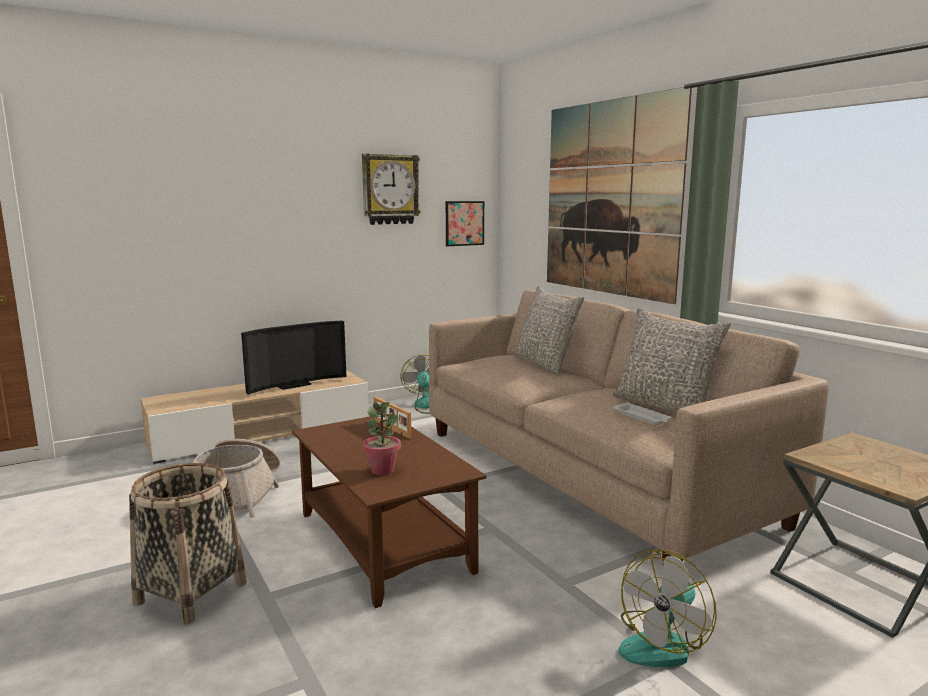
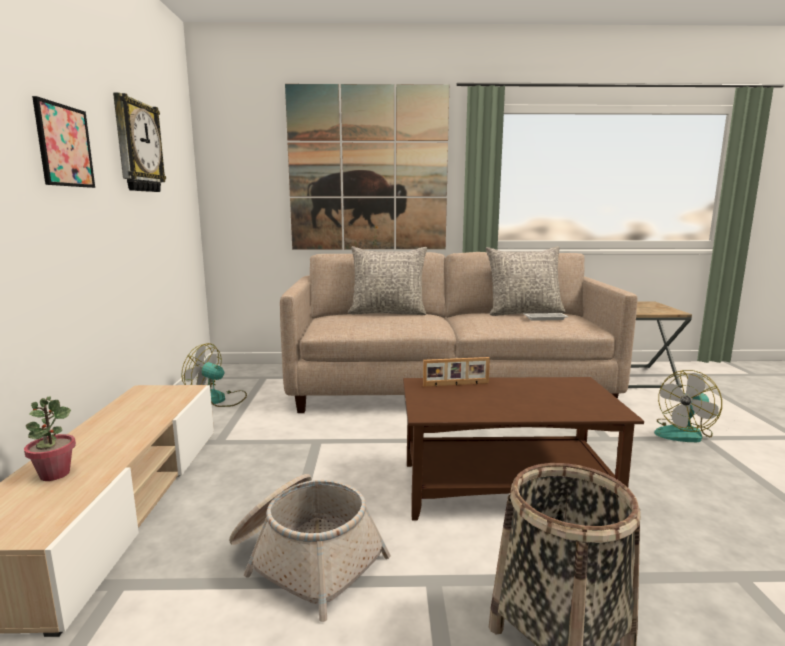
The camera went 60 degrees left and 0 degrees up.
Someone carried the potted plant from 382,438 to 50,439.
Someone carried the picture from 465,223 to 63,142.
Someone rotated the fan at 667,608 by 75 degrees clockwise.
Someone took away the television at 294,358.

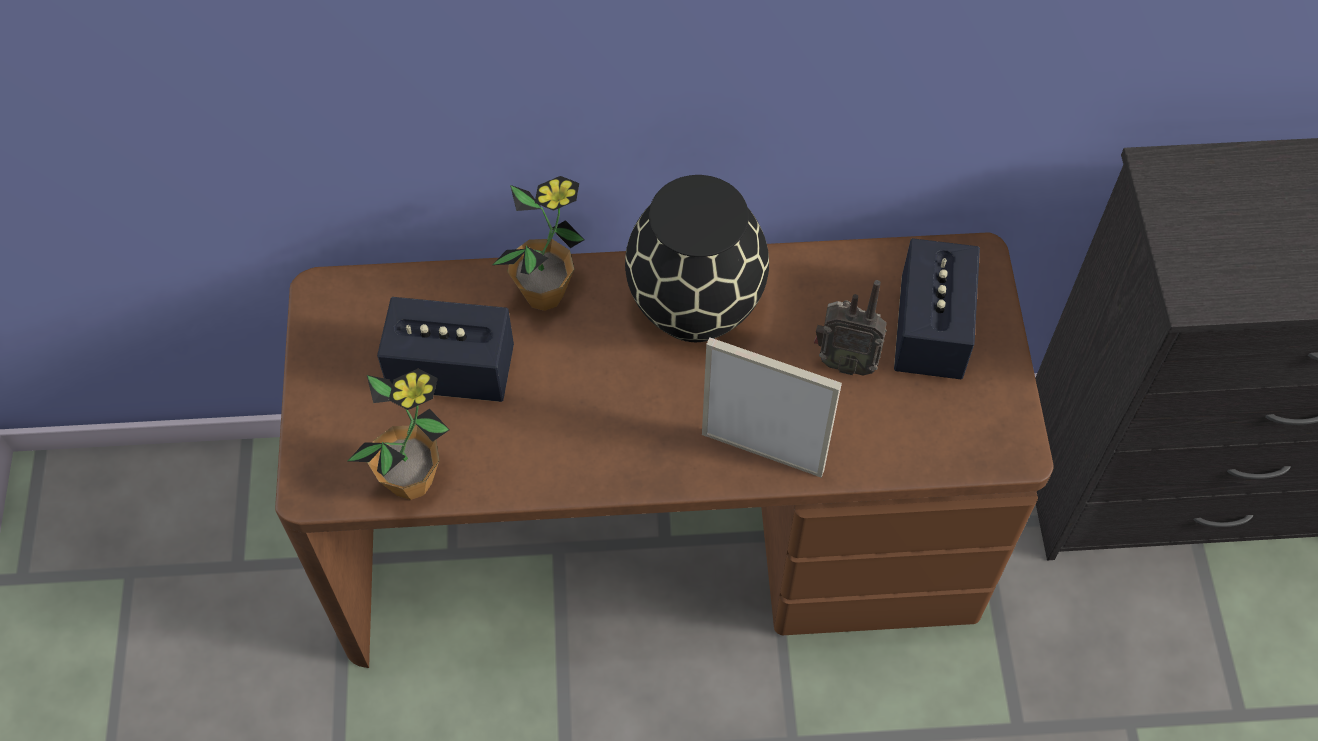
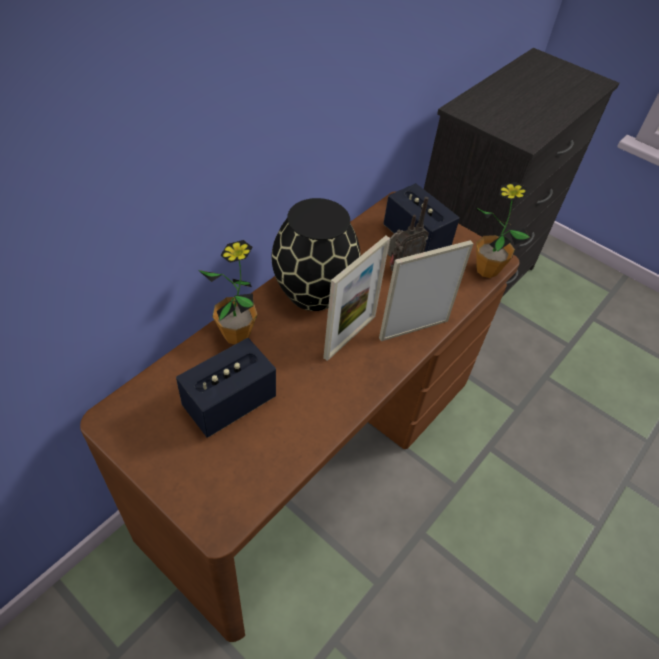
The camera went 50 degrees left and 10 degrees down.
Someone put down the picture frame at 356,298.
Someone carried the potted plant from 399,434 to 503,230.

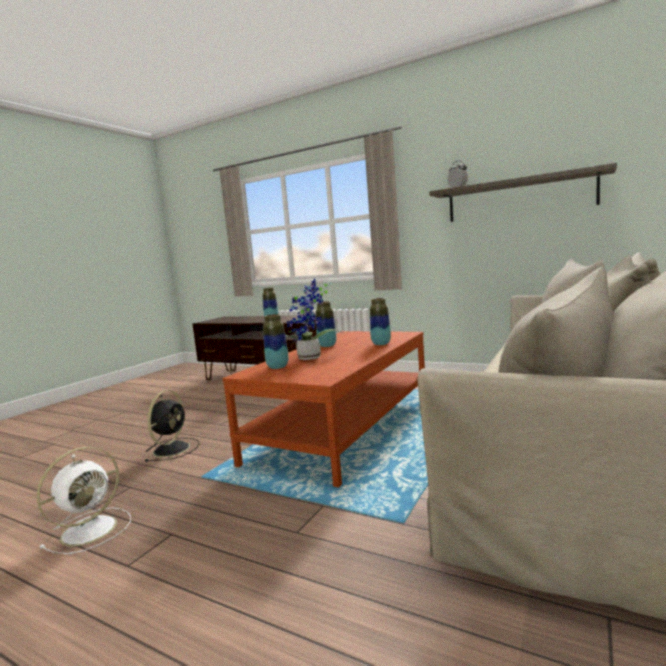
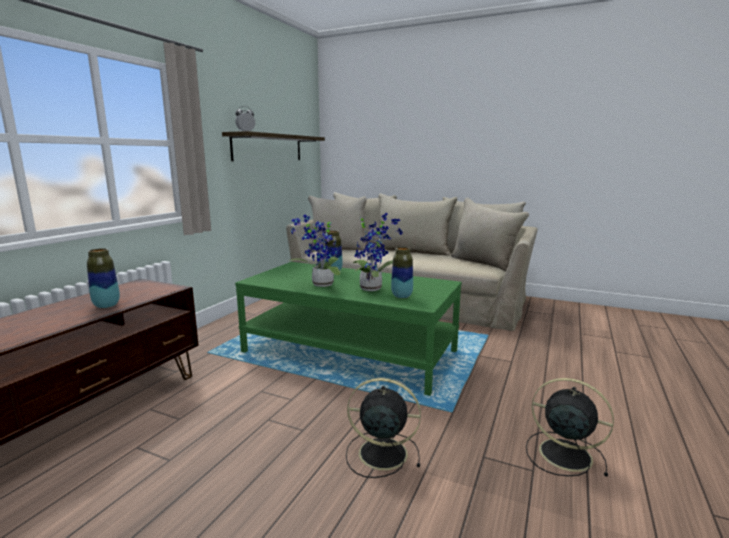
The camera went 95 degrees left and 5 degrees up.
Someone repainted the coffee table (brown) at 324,409, which became the coffee table (green) at 348,329.
Someone swapped the vase at 326,324 for the potted plant at 314,250.
Someone repainted the fan (white) at 84,500, which became the fan (black) at 570,427.

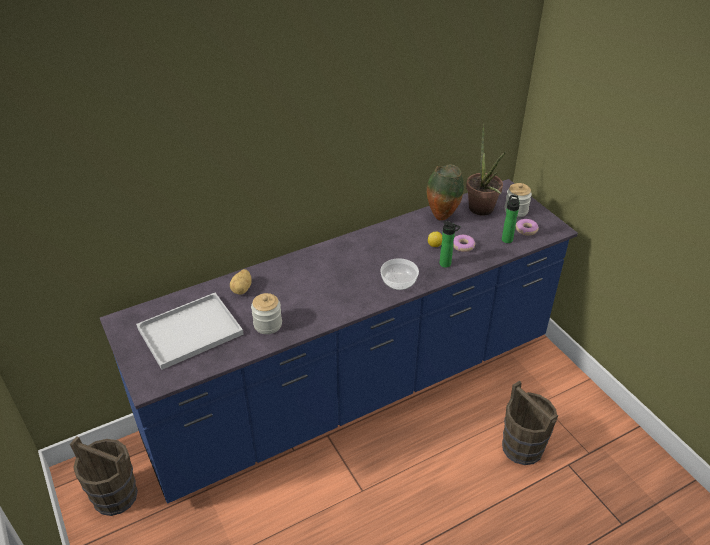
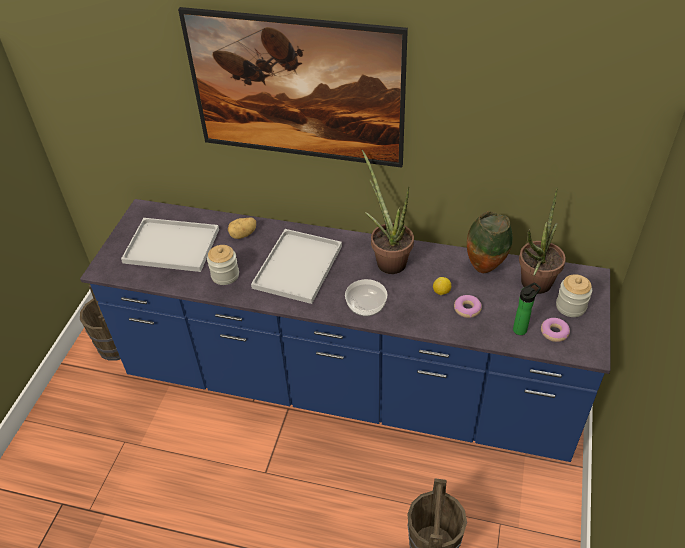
The camera went 45 degrees right and 5 degrees up.
Someone put up the picture at 293,87.
Someone put down the tray (white) at 296,266.
Someone put down the potted plant at 388,212.
Someone took away the bottle at 450,244.

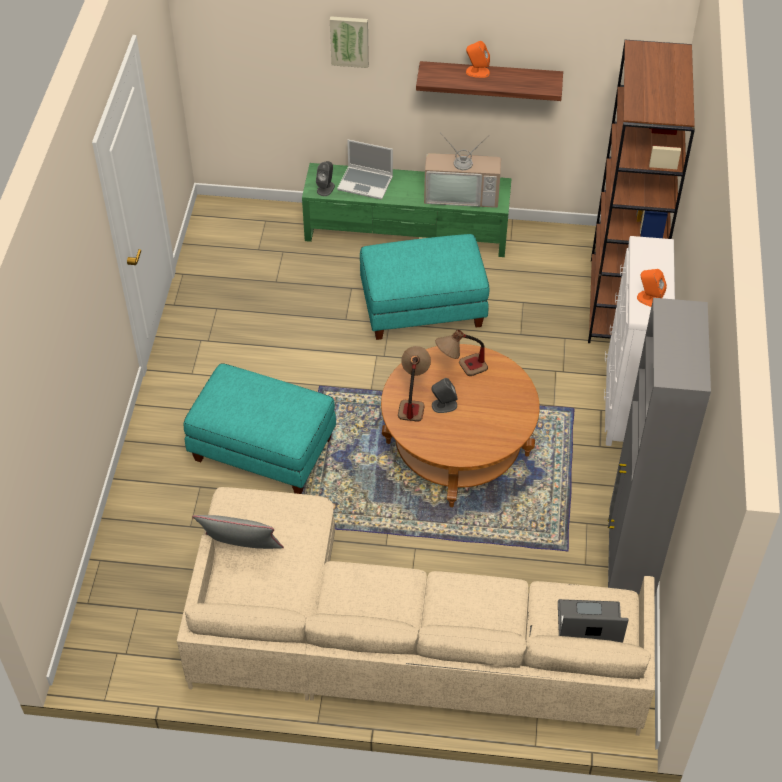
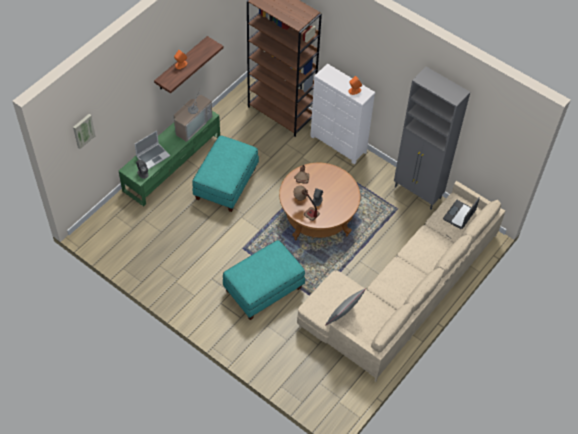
The camera went 60 degrees left and 5 degrees up.
Someone carried the picture from 349,42 to 84,131.

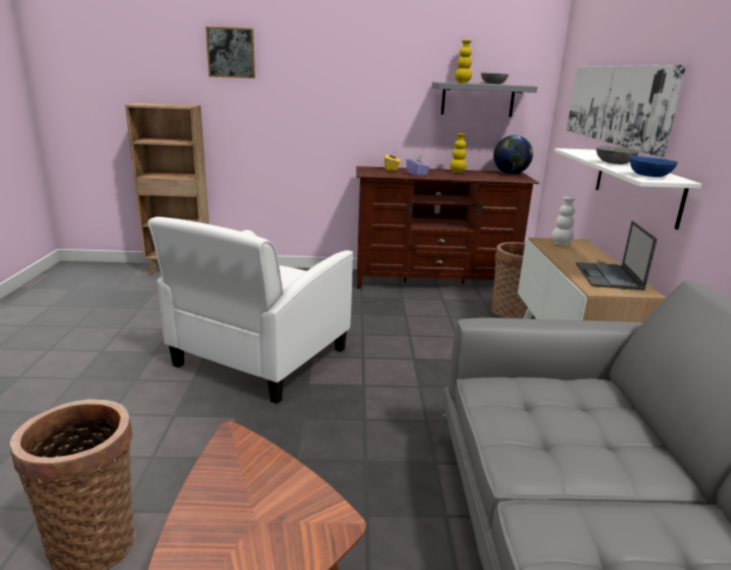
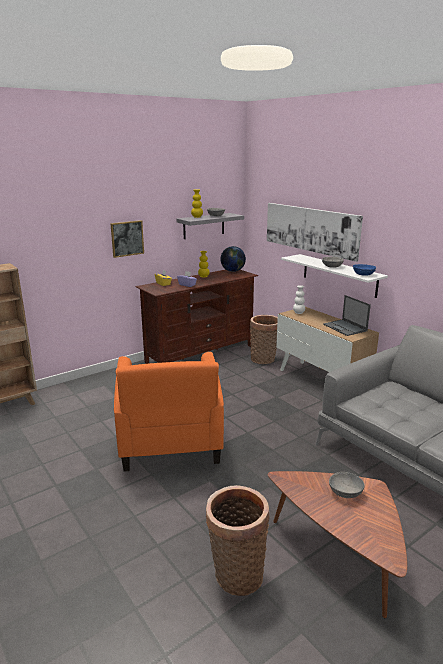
The camera went 35 degrees left and 0 degrees up.
Someone carried the picture from 230,52 to 127,239.
Someone repainted the armchair (white) at 250,310, which became the armchair (orange) at 169,412.
Someone put down the bowl (grey) at 347,485.

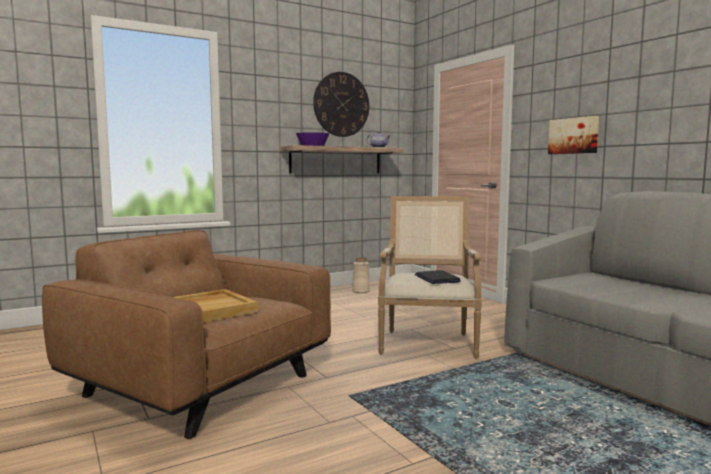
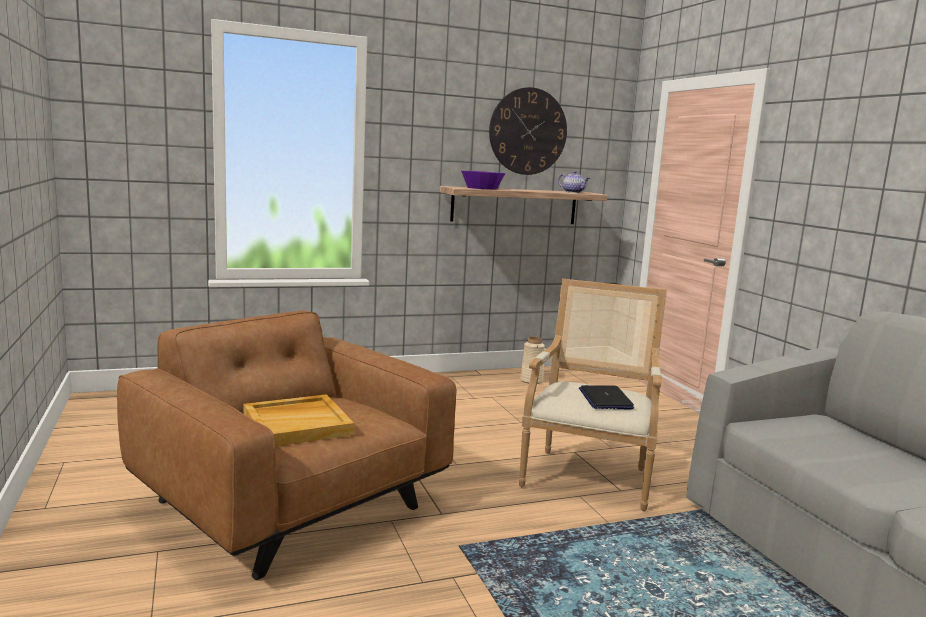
The camera went 10 degrees right and 5 degrees up.
Someone took away the picture at 573,135.

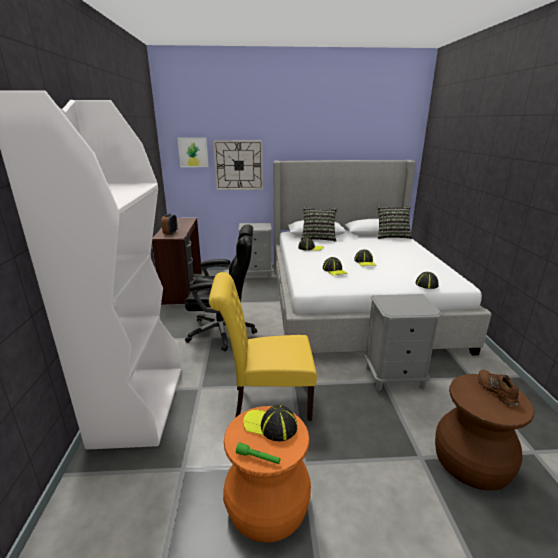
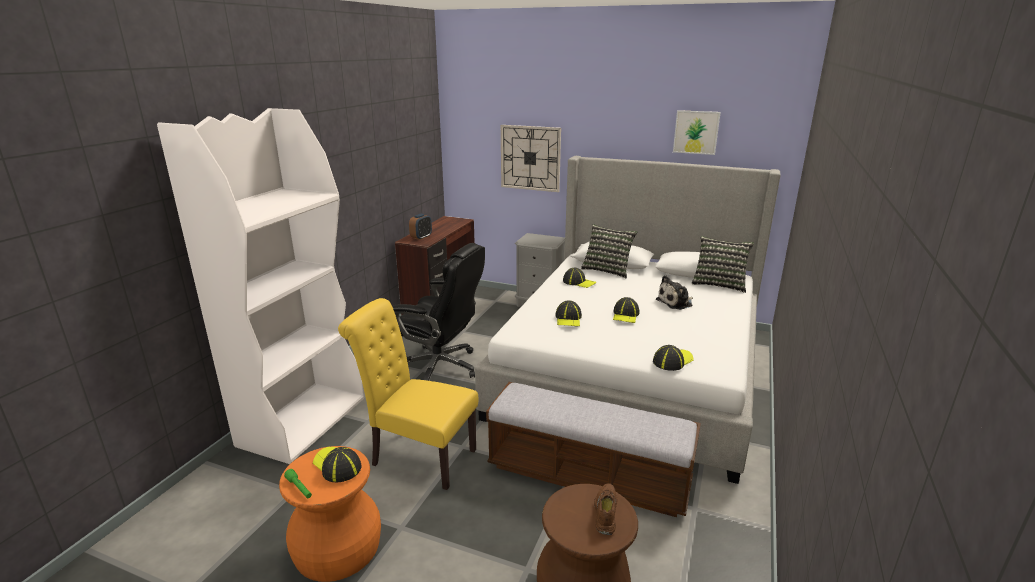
The camera went 25 degrees right and 0 degrees up.
Someone swapped the nightstand (grey) at 403,342 for the bench at 593,449.
Someone put down the plush toy at 674,292.
Someone carried the picture from 193,152 to 697,132.

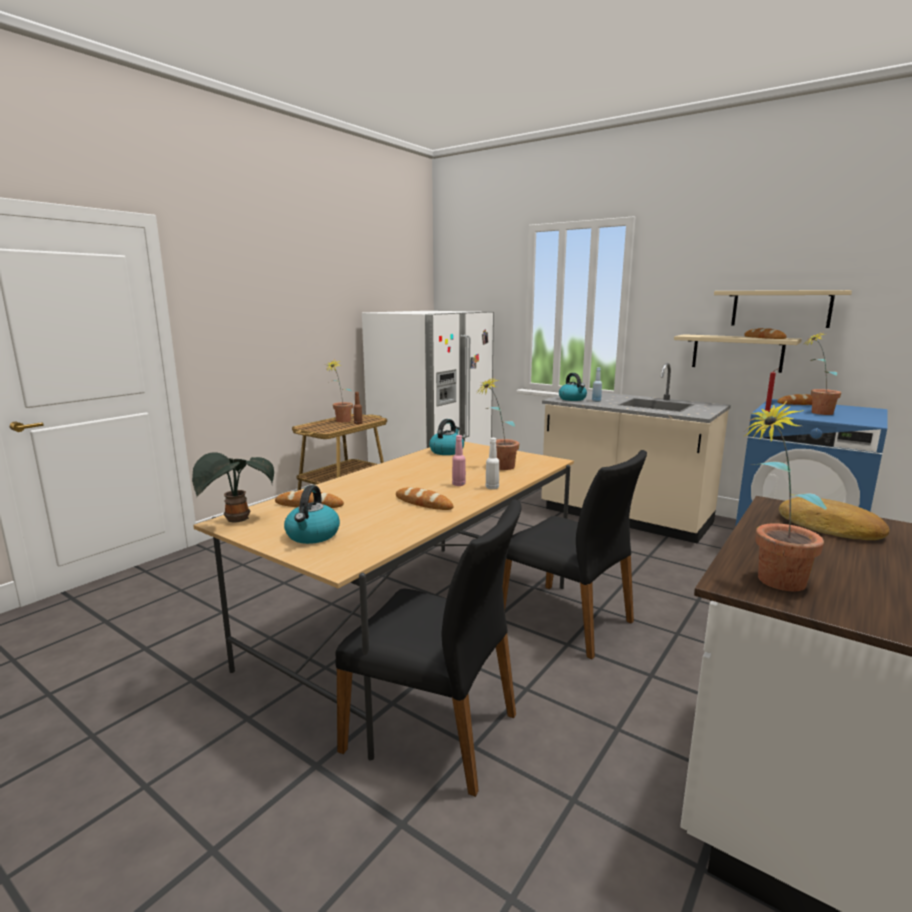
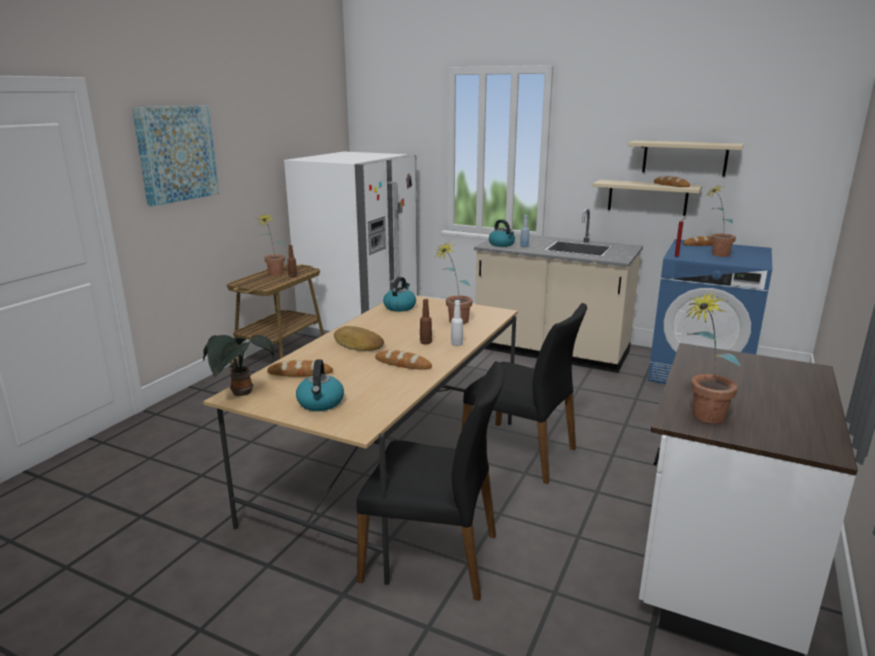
The camera went 10 degrees left and 5 degrees up.
Someone put up the picture at 175,155.
Someone carried the bread from 834,518 to 359,338.
Someone repainted the bottle (pink) at 459,460, which became the bottle (brown) at 426,321.

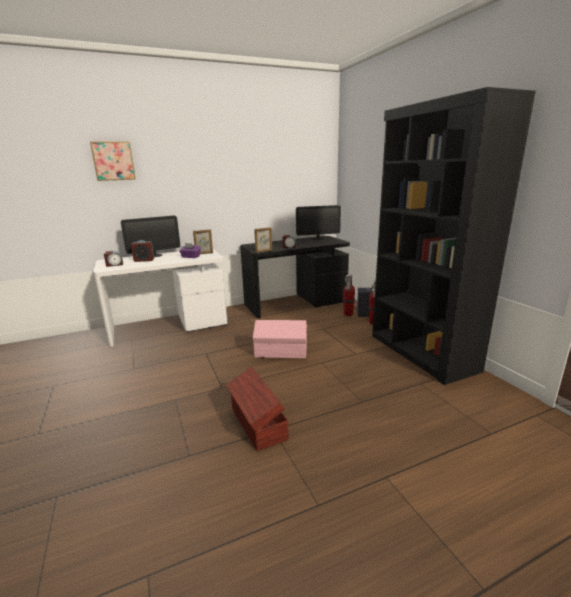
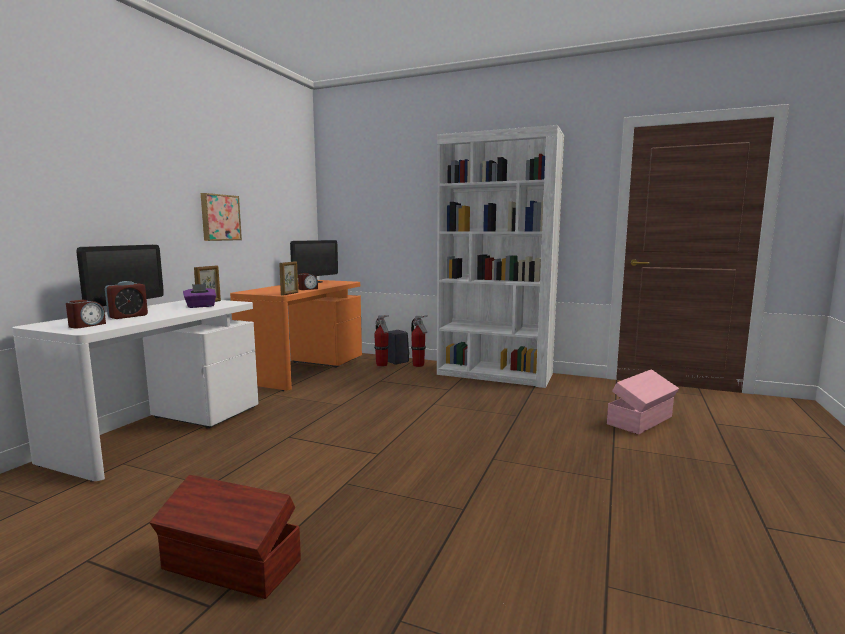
The camera went 45 degrees left and 10 degrees down.
Someone carried the storage box (brown) from 257,409 to 225,537.
Someone carried the picture from 113,161 to 221,217.
Someone repainted the desk (black) at 295,277, which became the desk (orange) at 296,335.
Someone repainted the bookcase (black) at 454,236, which became the bookcase (white) at 500,256.
Someone carried the storage box (pink) from 280,339 to 643,402.

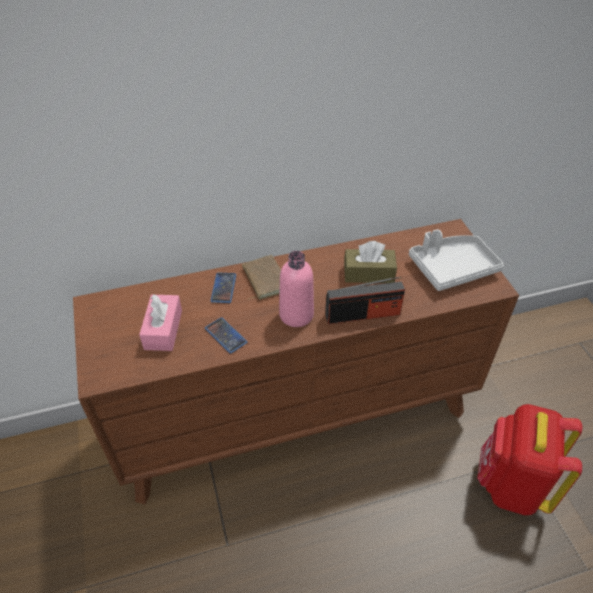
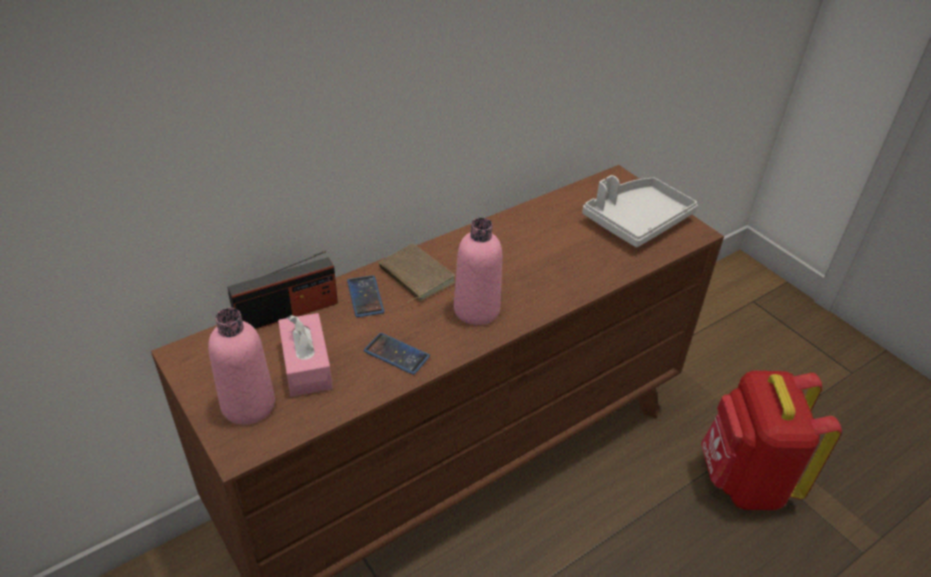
The camera went 20 degrees left and 5 degrees down.
Someone put down the bottle (pink) at 241,366.
Someone carried the radio from 365,300 to 282,290.
Someone took away the tissue box (brown) at 370,262.

